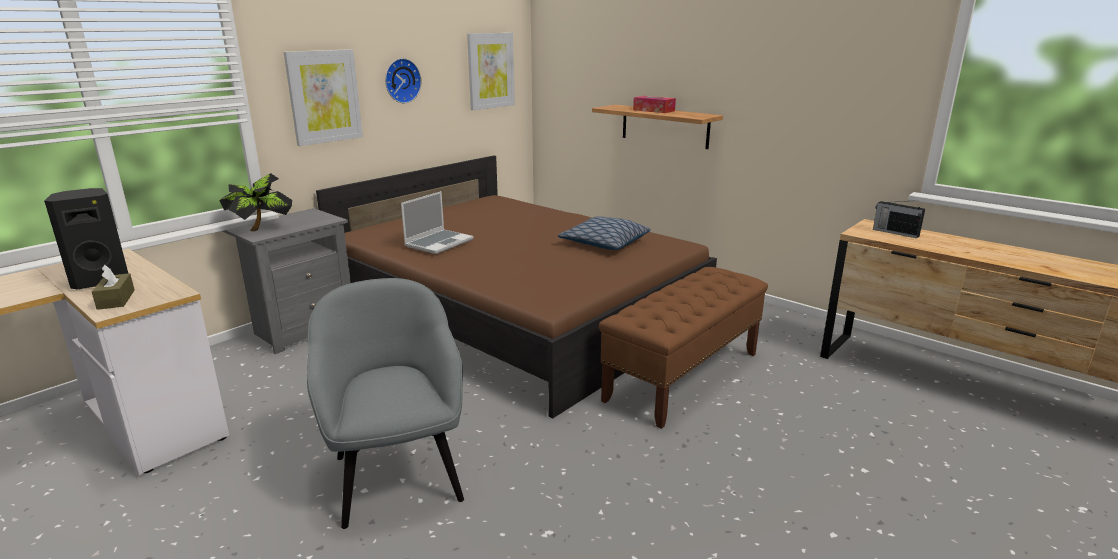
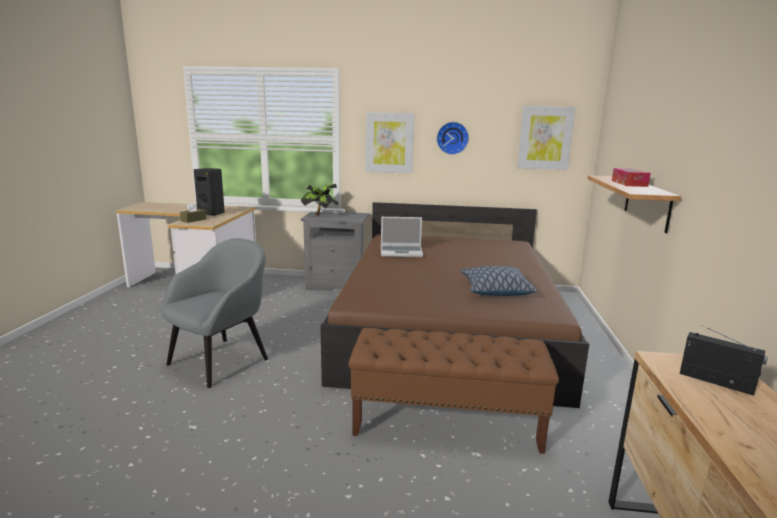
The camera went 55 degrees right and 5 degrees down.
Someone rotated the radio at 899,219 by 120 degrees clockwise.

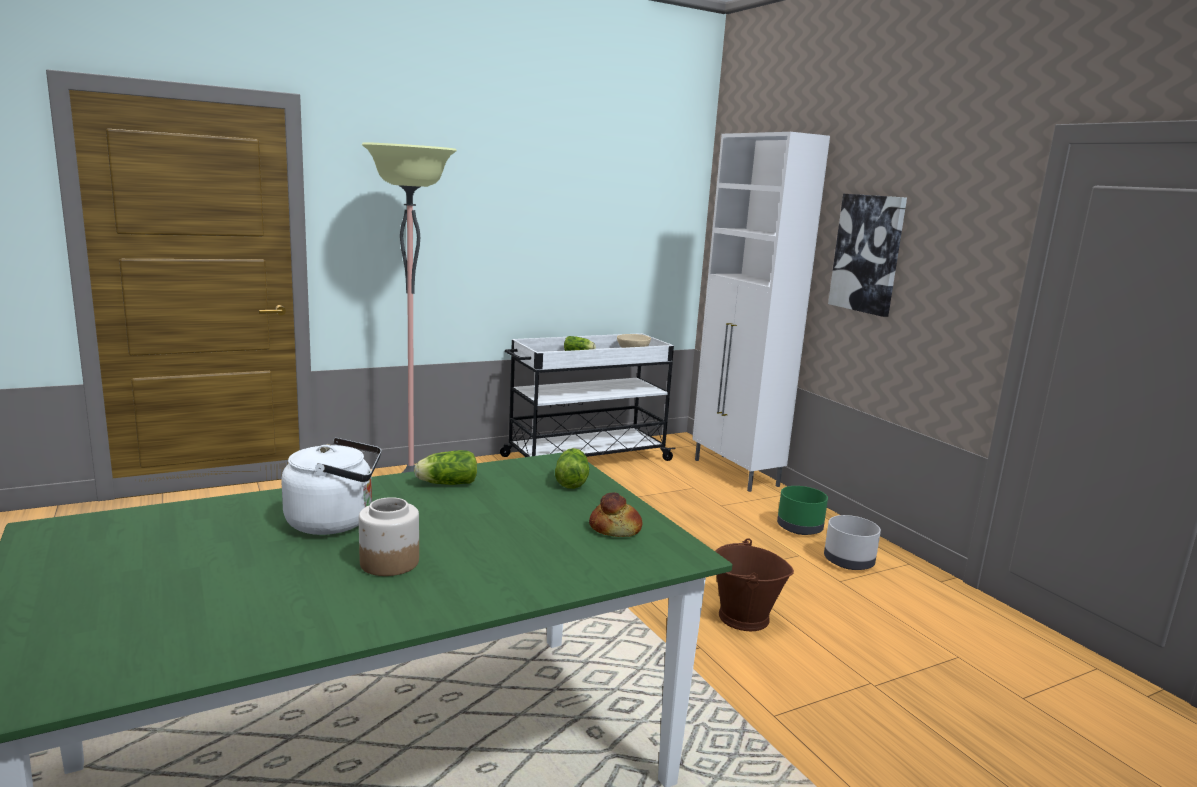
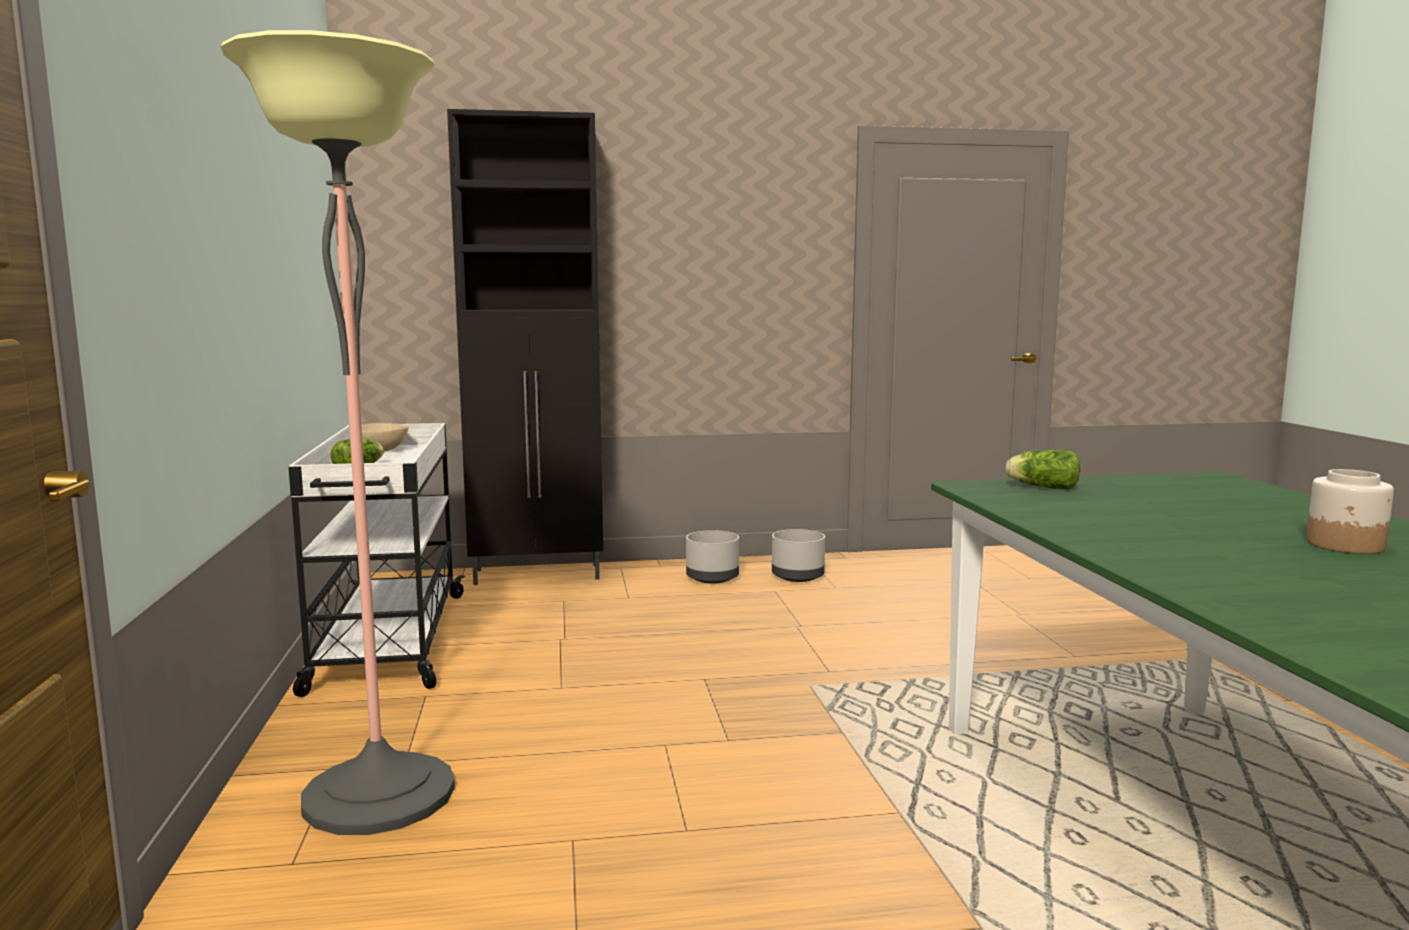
The camera went 70 degrees left and 5 degrees down.
Someone repainted the cabinet (white) at 761,312, which became the cabinet (black) at 525,347.
Someone repainted the planter (green) at 802,510, which became the planter (grey) at 712,557.
Someone took away the kettle (white) at 331,486.
Someone took away the lettuce at 445,467.
Someone took away the bread at 615,514.
Someone took away the bucket (brown) at 754,584.
Someone took away the picture at 867,255.

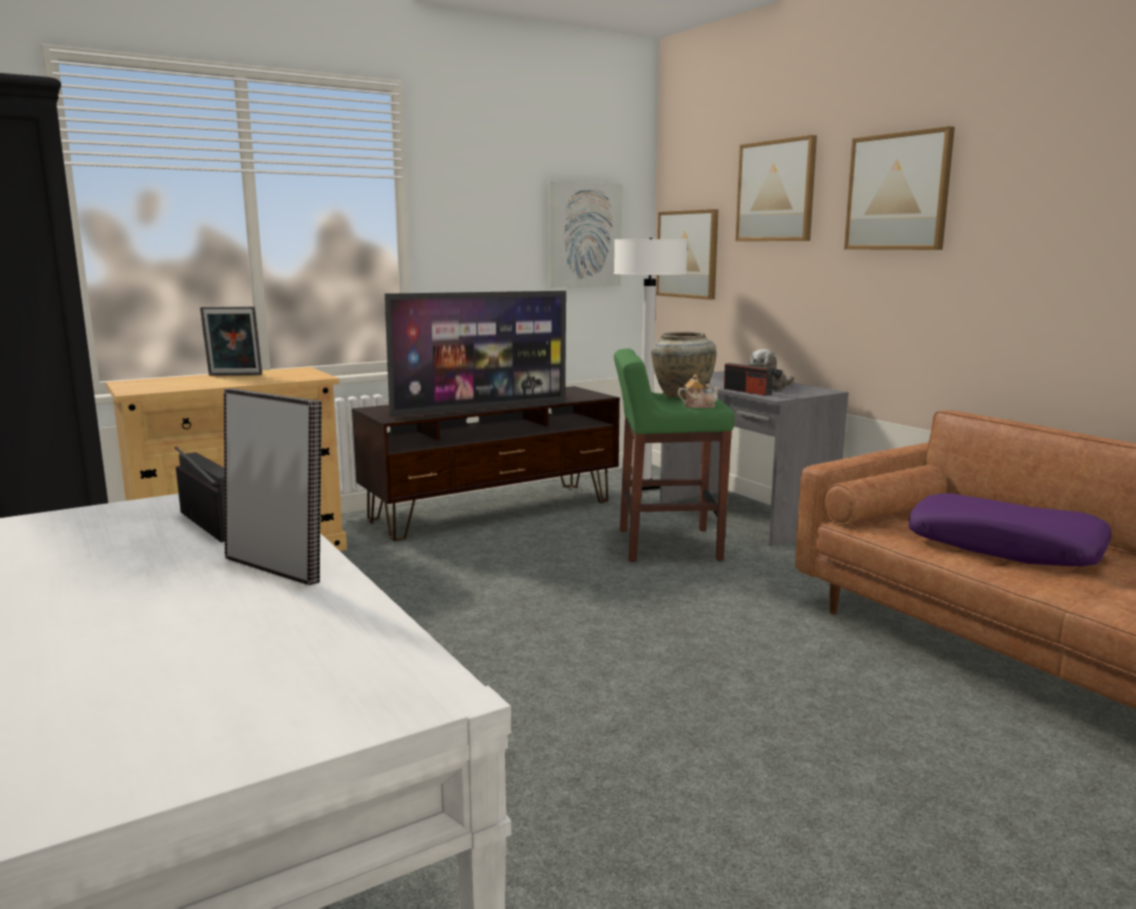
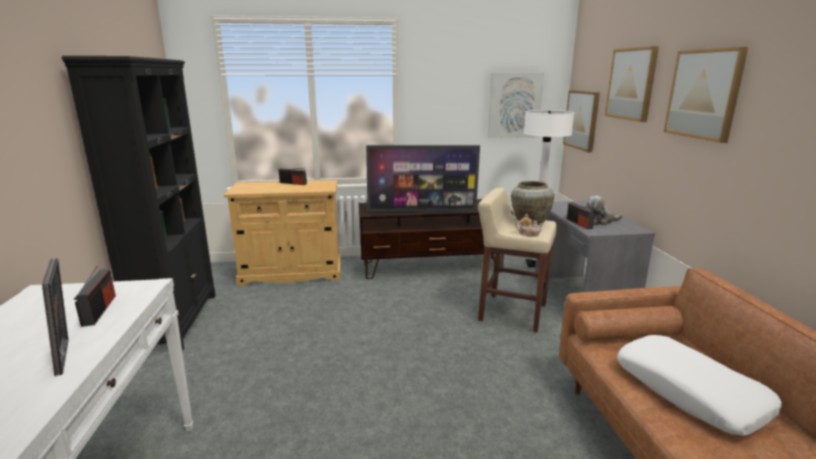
The camera went 25 degrees right and 5 degrees up.
Someone swapped the picture frame at 231,341 for the radio at 292,176.
Someone repainted the stool (green) at 674,455, which became the stool (beige) at 517,260.
Someone repainted the pillow (purple) at 1010,529, which became the pillow (white) at 699,385.

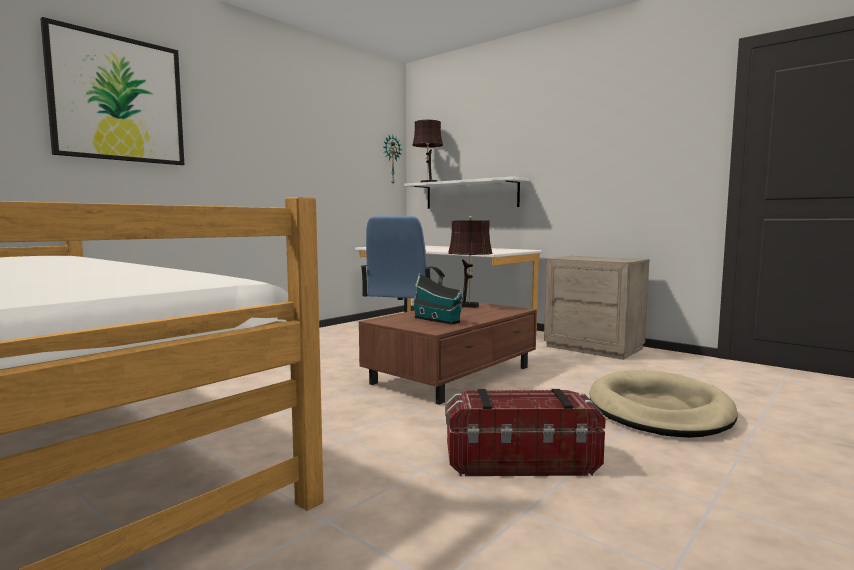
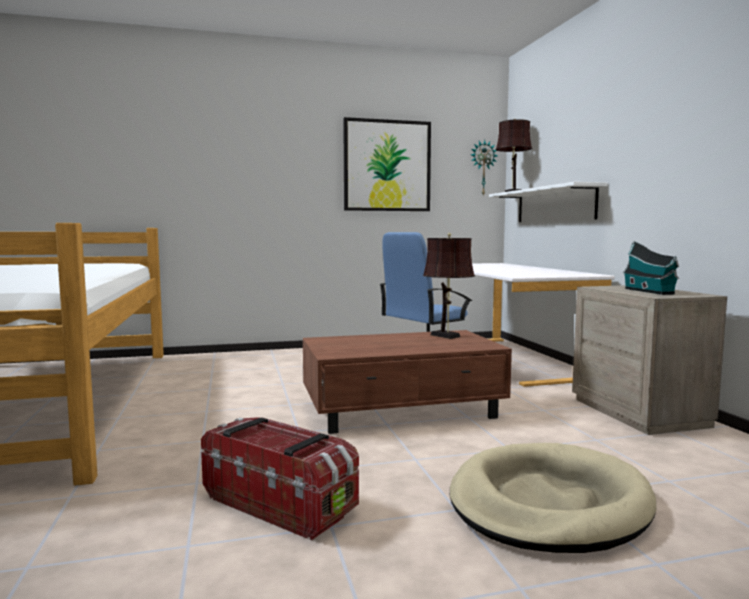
The camera went 35 degrees right and 0 degrees up.
Someone carried the picture from 112,91 to 387,164.
Someone carried the toy house from 437,299 to 651,268.

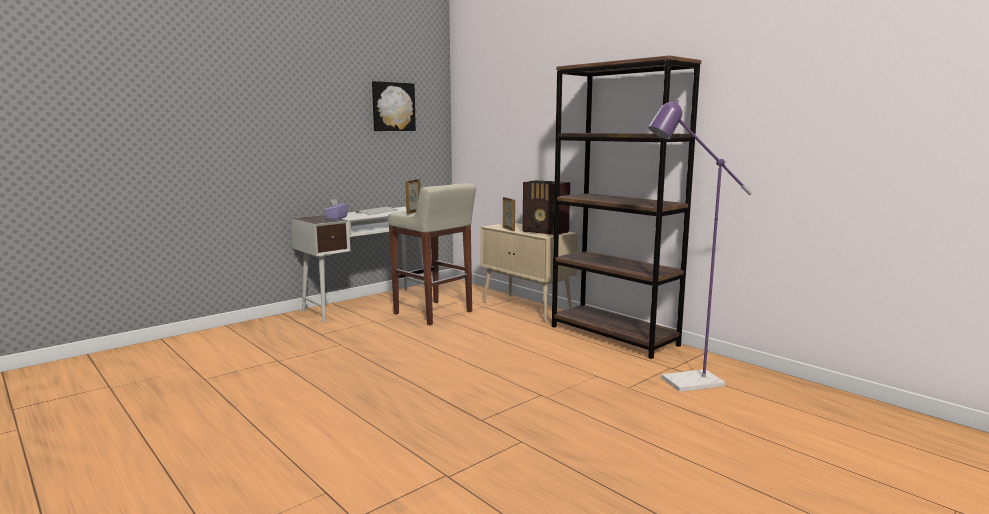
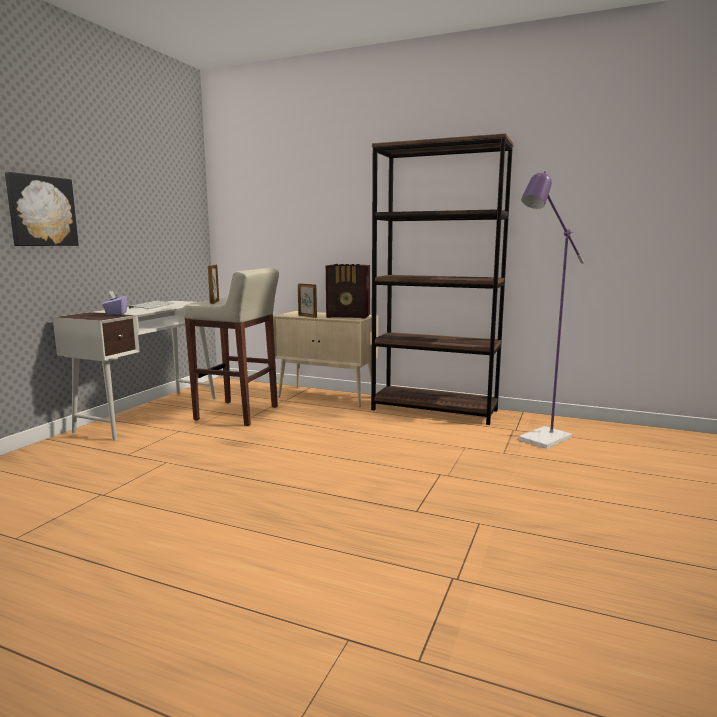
The camera went 25 degrees left and 0 degrees up.
Someone carried the picture from 394,106 to 42,209.

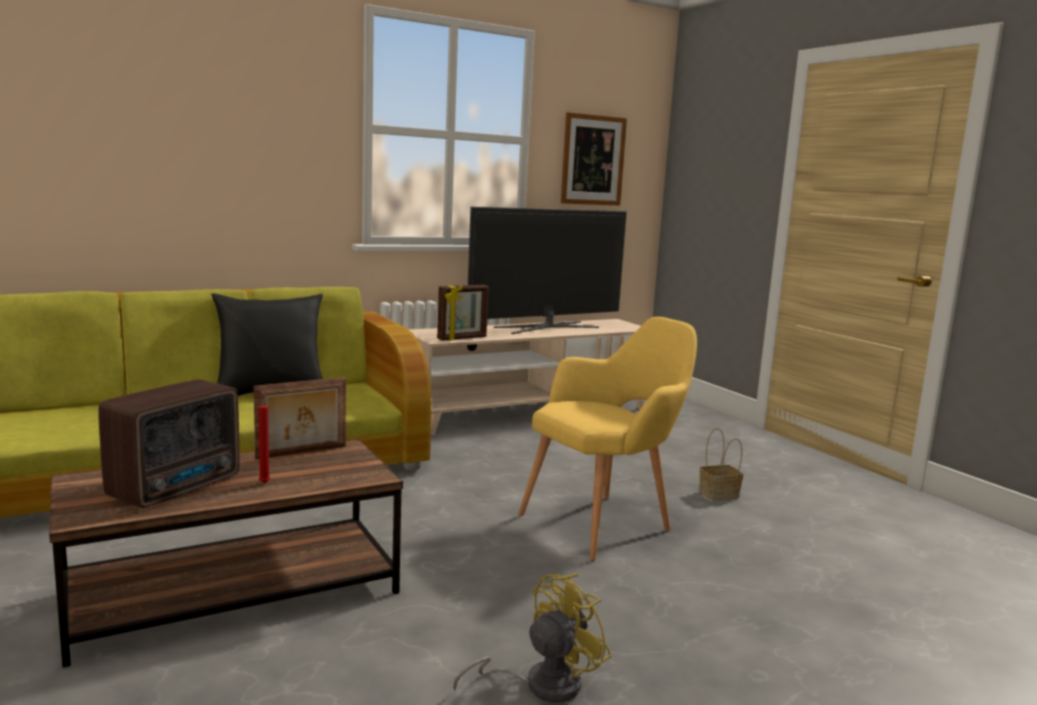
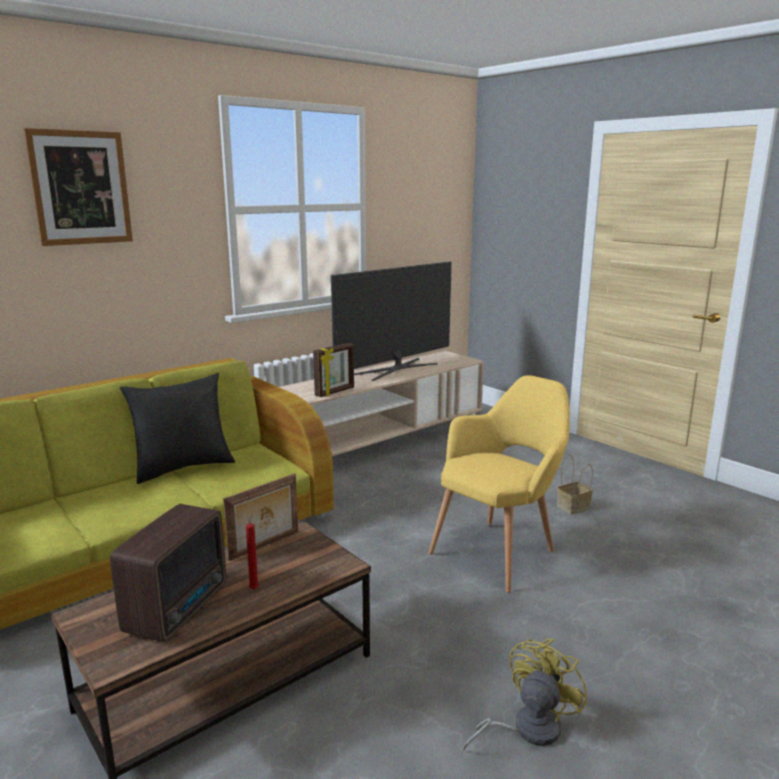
The camera went 10 degrees left and 5 degrees up.
Someone carried the picture from 594,159 to 78,187.

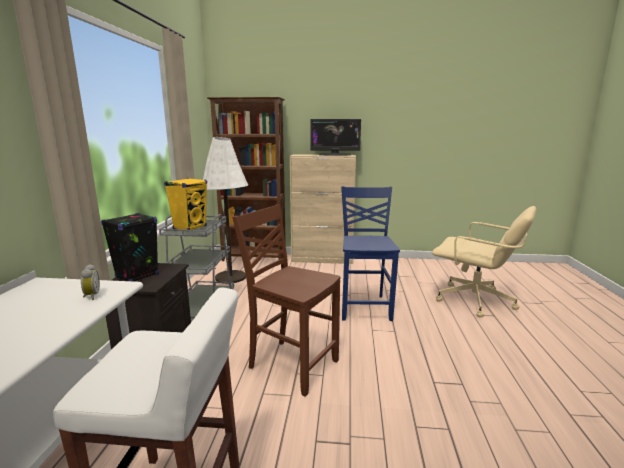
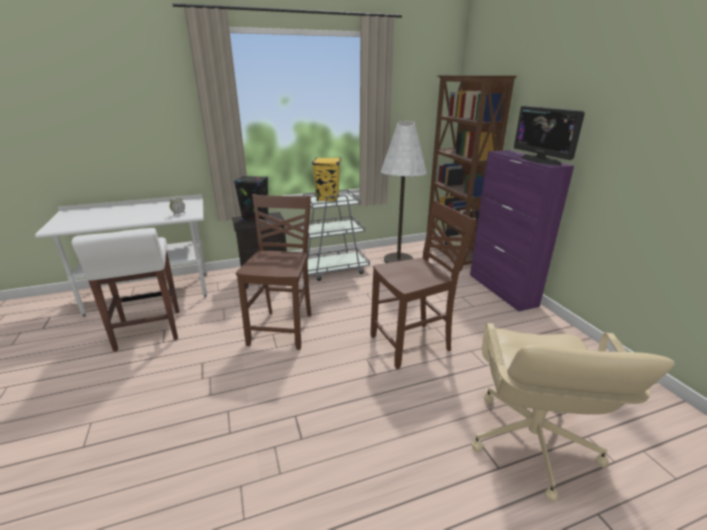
The camera went 65 degrees right and 10 degrees up.
Someone repainted the chair (blue) at 370,253, which became the chair (brown) at 423,285.
Someone repainted the cabinet (beige) at 323,209, which became the cabinet (purple) at 522,230.

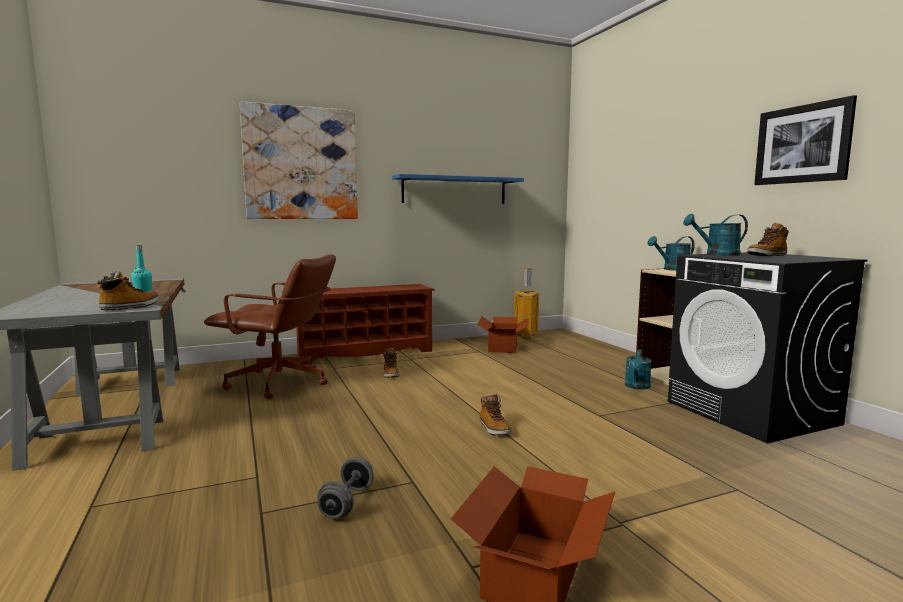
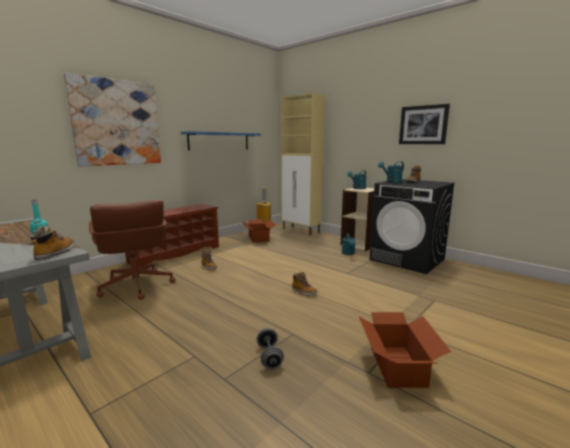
The camera went 25 degrees left and 5 degrees up.
Someone rotated the office chair (brown) at 270,326 by 75 degrees clockwise.
Someone put down the cabinet (beige) at 303,164.

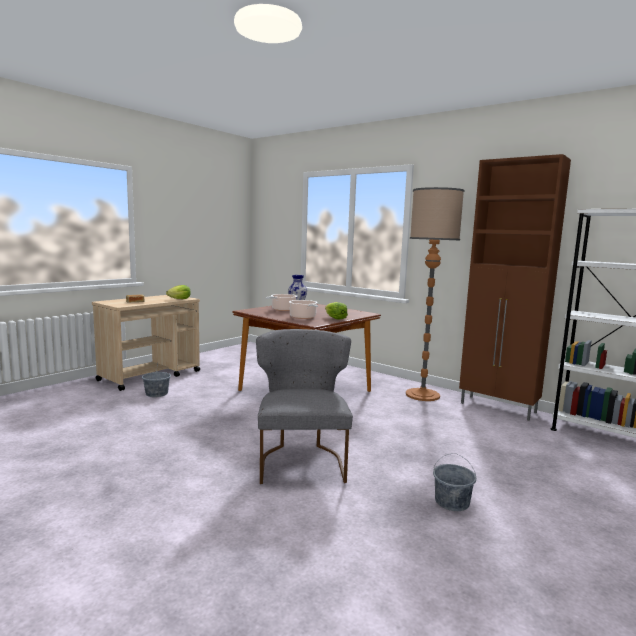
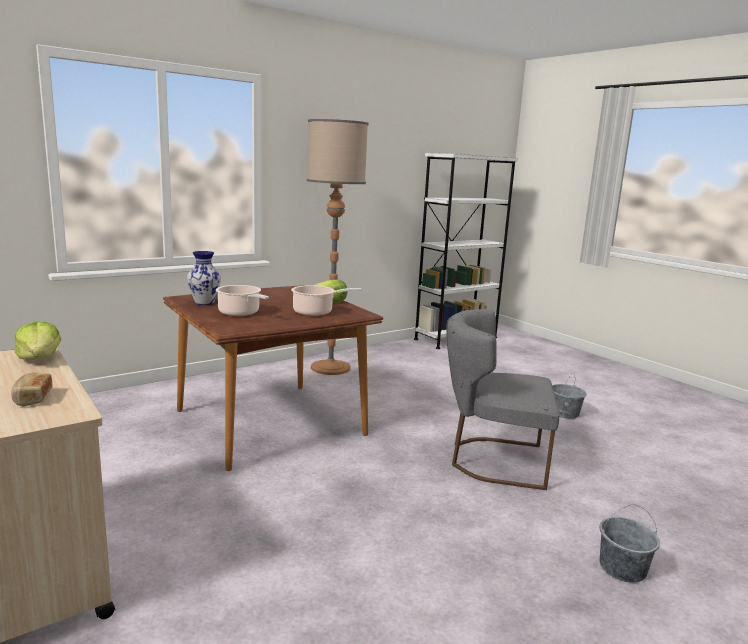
The camera went 75 degrees left and 5 degrees up.
Someone carried the bucket (grey) from 156,379 to 629,543.
Someone took away the cabinet (brown) at 515,287.

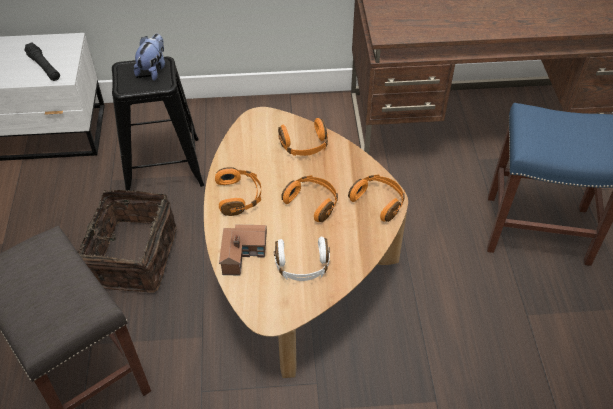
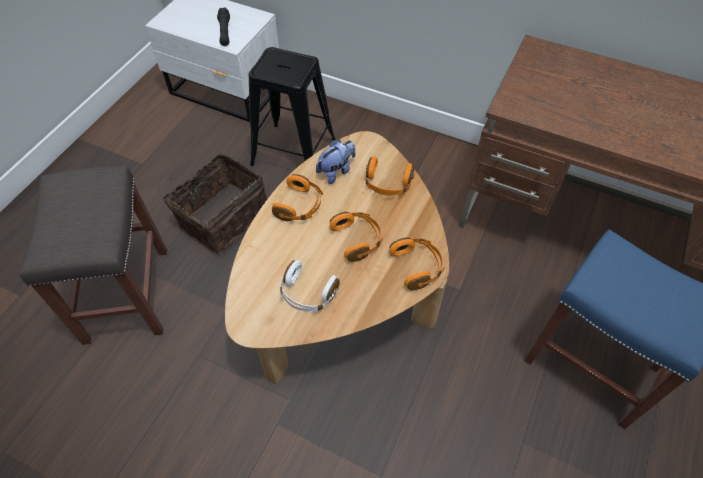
The camera went 30 degrees right and 5 degrees up.
Someone carried the plush toy from 149,57 to 336,162.
Someone took away the toy house at 243,250.

